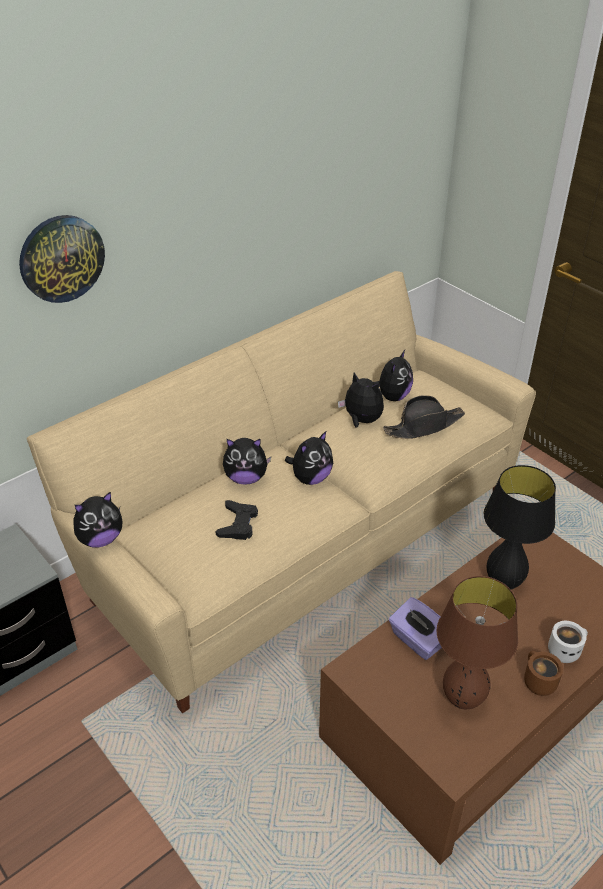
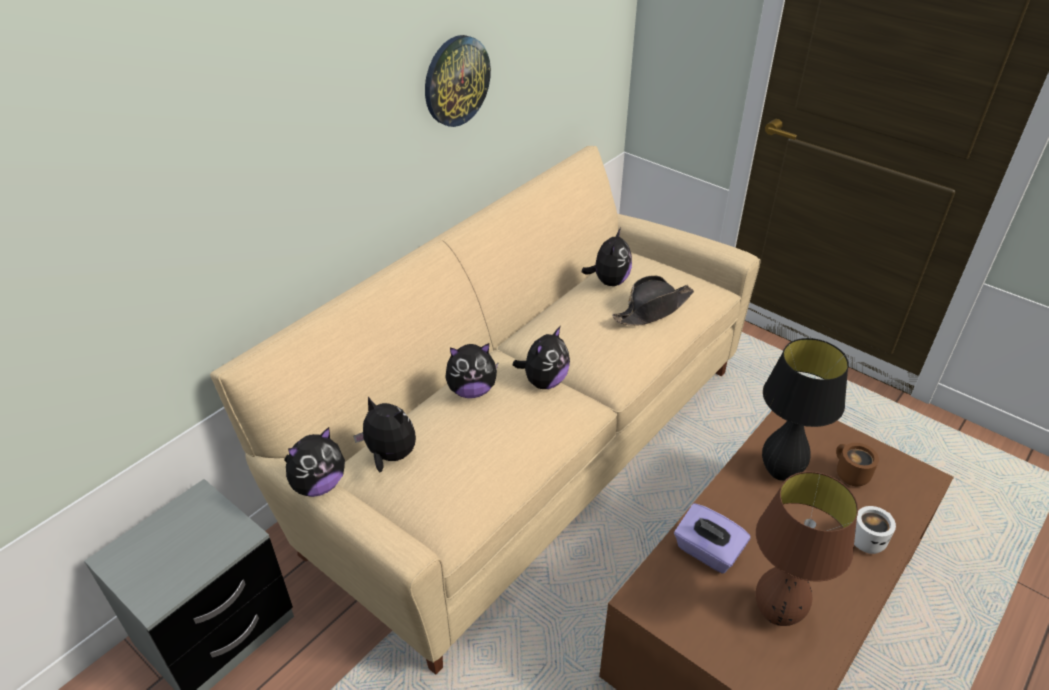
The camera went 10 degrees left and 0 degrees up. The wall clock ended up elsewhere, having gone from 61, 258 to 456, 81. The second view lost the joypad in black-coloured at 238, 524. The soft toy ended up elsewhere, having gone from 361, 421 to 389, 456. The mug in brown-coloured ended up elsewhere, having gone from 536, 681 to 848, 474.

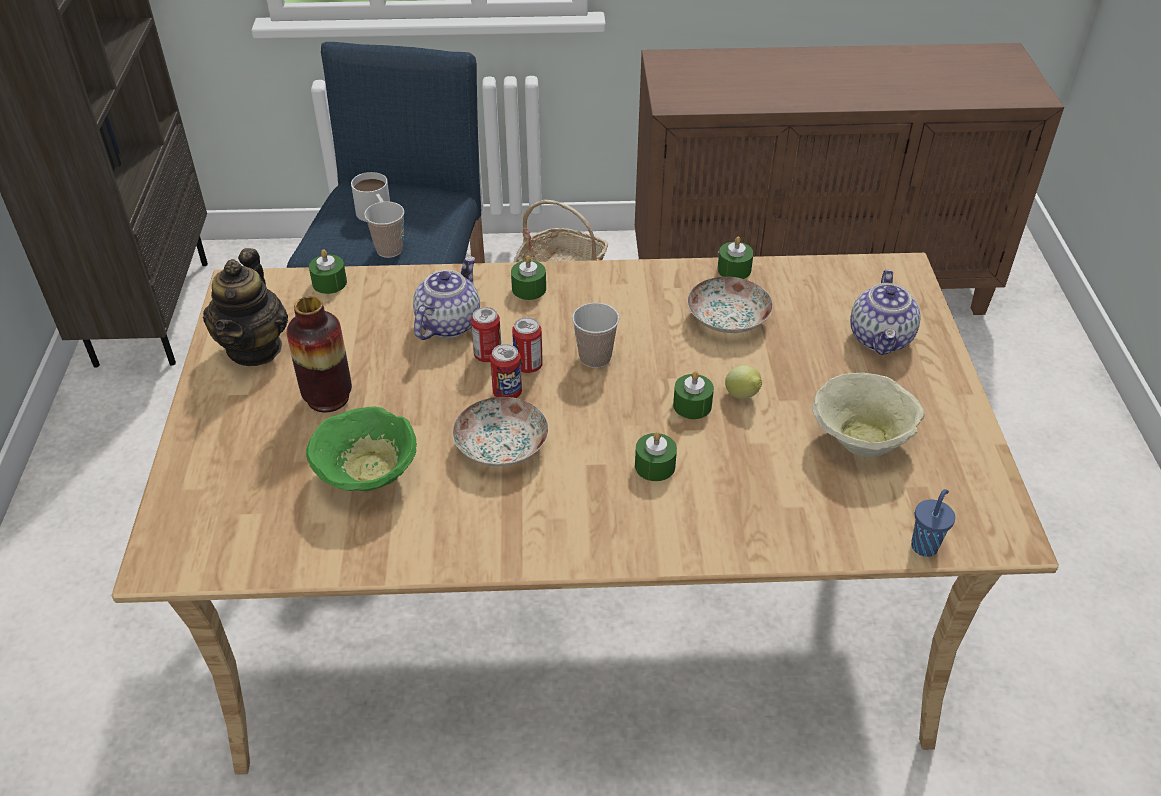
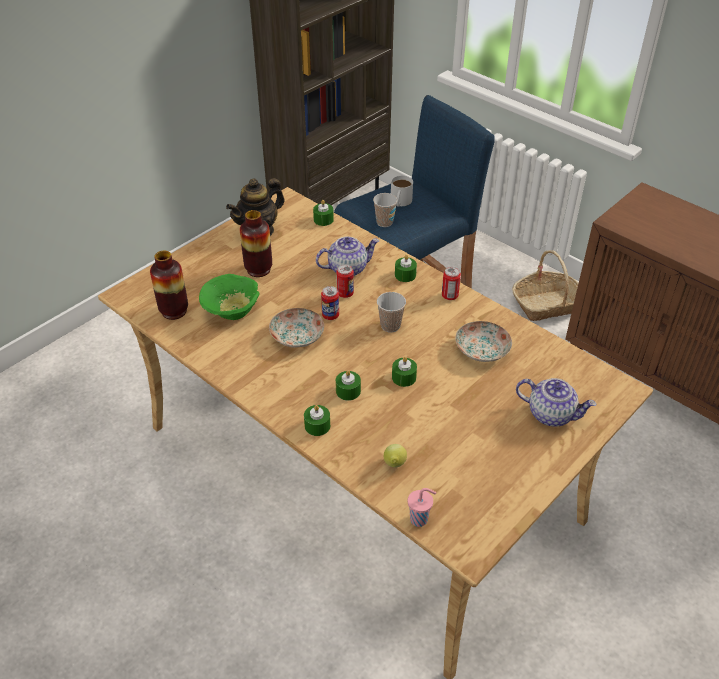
The camera went 45 degrees right and 0 degrees up. The metal can ended up elsewhere, having gone from 528, 366 to 449, 296. The wax light in green ended up elsewhere, having gone from 734, 269 to 317, 426. The citrus fruit ended up elsewhere, having gone from 743, 396 to 394, 465. The second view lost the deep dish in beige at 862, 438. The tea pot at 881, 338 ended up facing another way, 120 degrees counterclockwise from before. What was the small cup in blue at 925, 545 turned into the small cup in pink at 420, 519. The second view gained the flower vase at 174, 311.

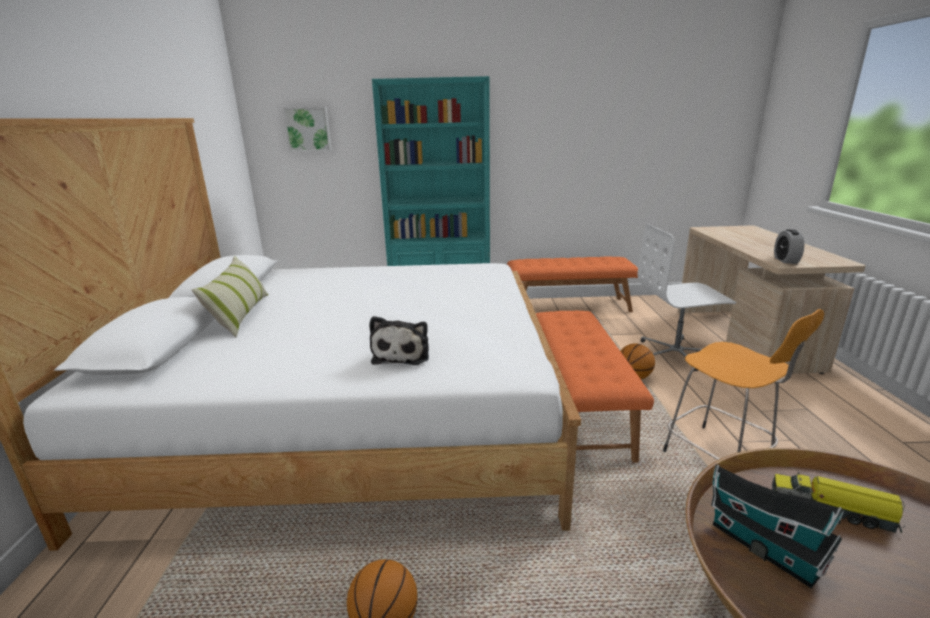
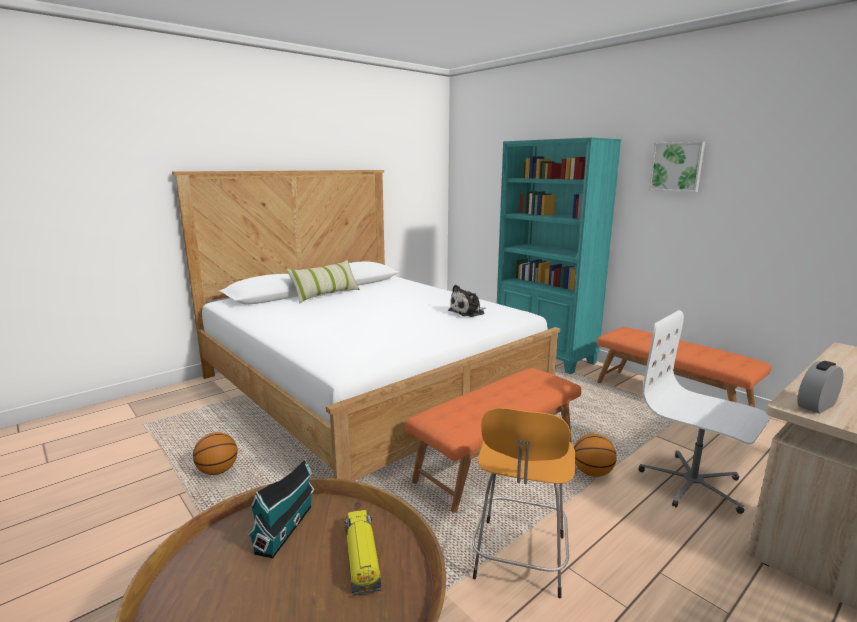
The camera went 50 degrees right and 5 degrees down. The picture ended up elsewhere, having gone from 308, 129 to 676, 167. The soft toy ended up elsewhere, having gone from 402, 354 to 468, 312.

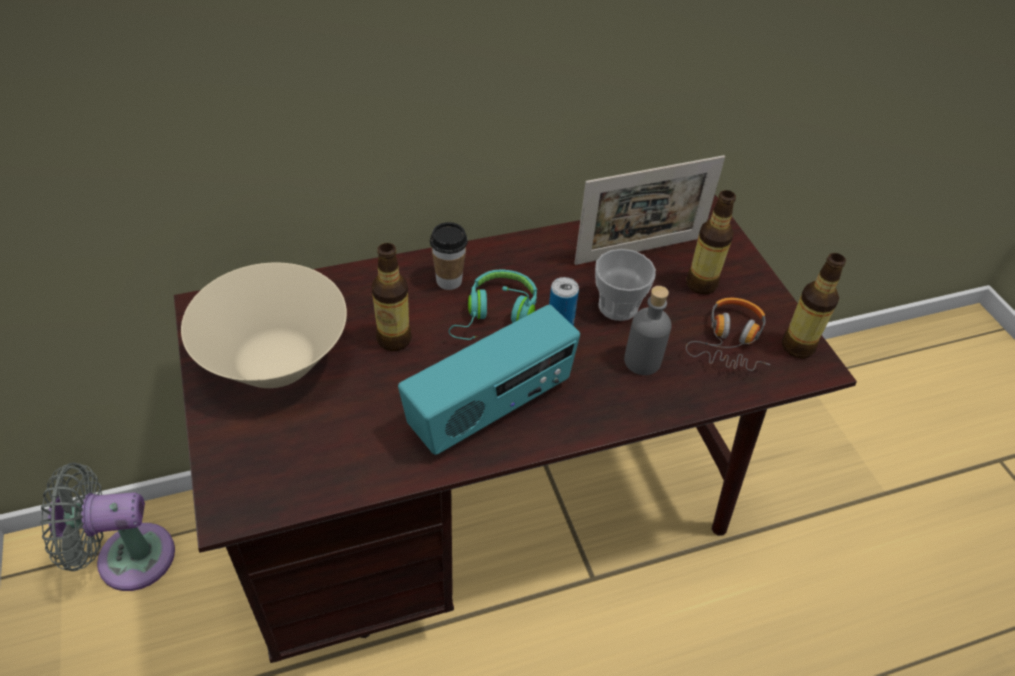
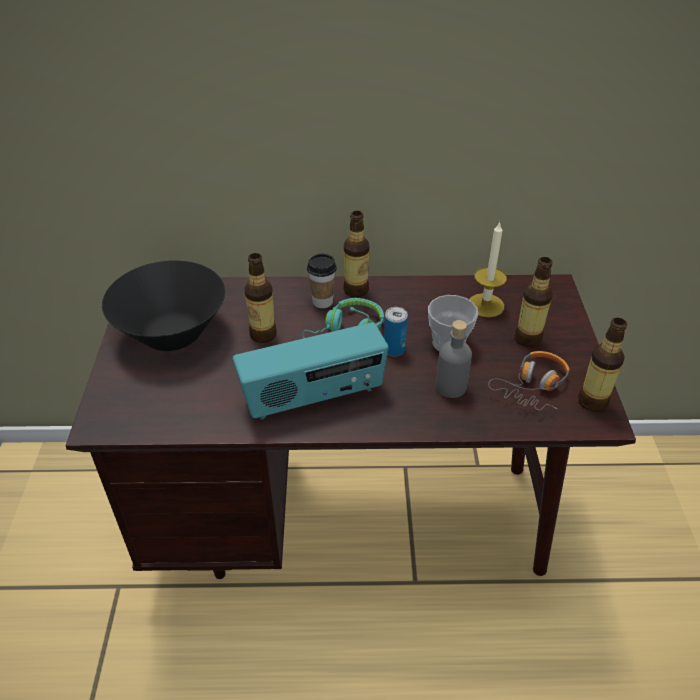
The camera went 20 degrees right and 5 degrees down. The second view lost the electric fan in greyish at 127, 557. What was the deep dish in beige at 275, 361 turned into the deep dish in black-coloured at 172, 333. Where the picture frame stood at 639, 250, the wax light came to stand at 485, 305. The second view gained the drink bottle at 356, 290.

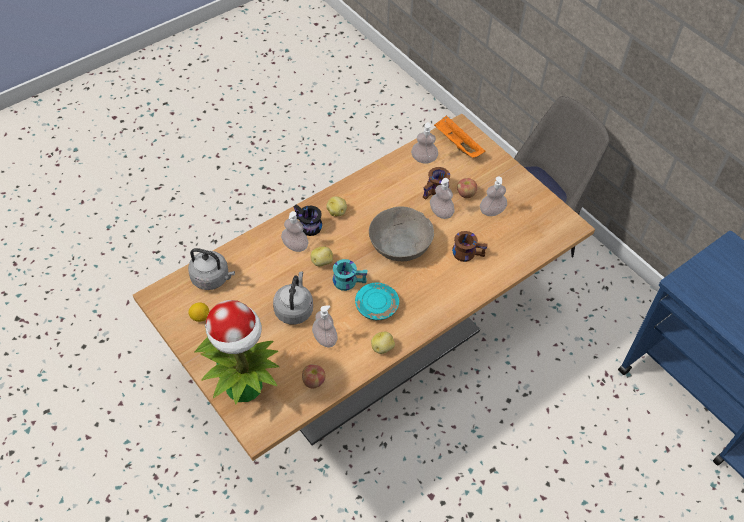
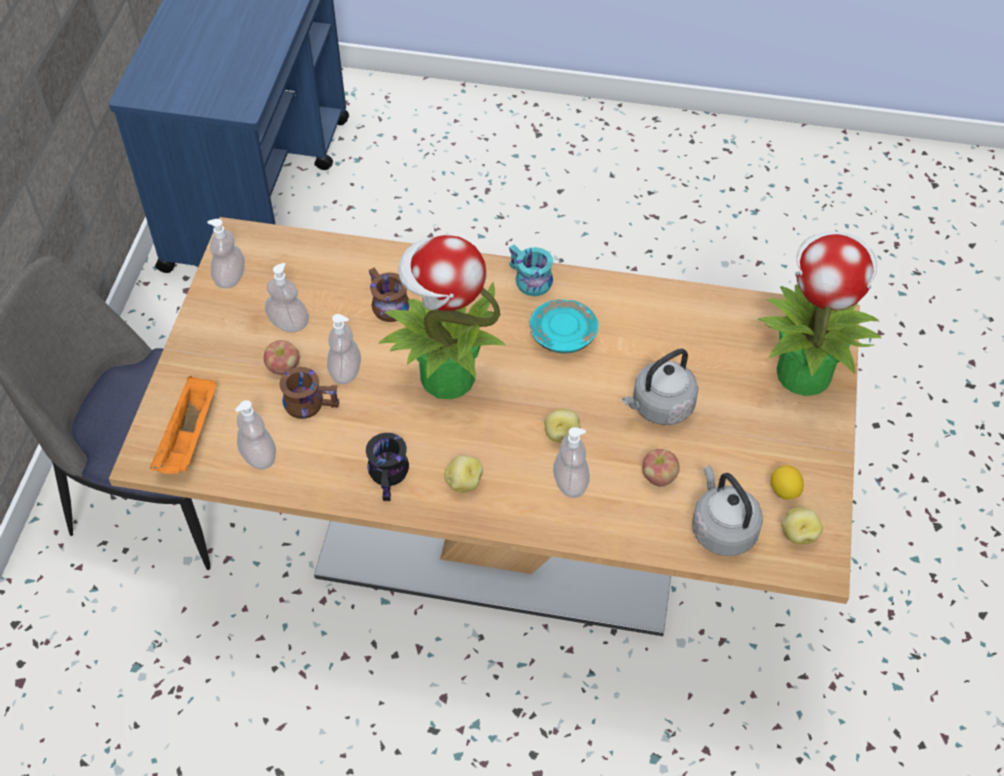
The camera went 130 degrees left and 0 degrees up. The mug in black-coloured ended up elsewhere, having gone from 306, 226 to 391, 475. The apple fruit ended up elsewhere, having gone from 313, 381 to 659, 477. The soap dispenser ended up elsewhere, having gone from 325, 339 to 230, 277. The mug in turquoise ended up elsewhere, having gone from 348, 280 to 527, 281. Where the deep dish in greyish stood at 399, 244, the houseplant came to stand at 445, 377. The potato ended up elsewhere, having gone from 382, 348 to 798, 533.

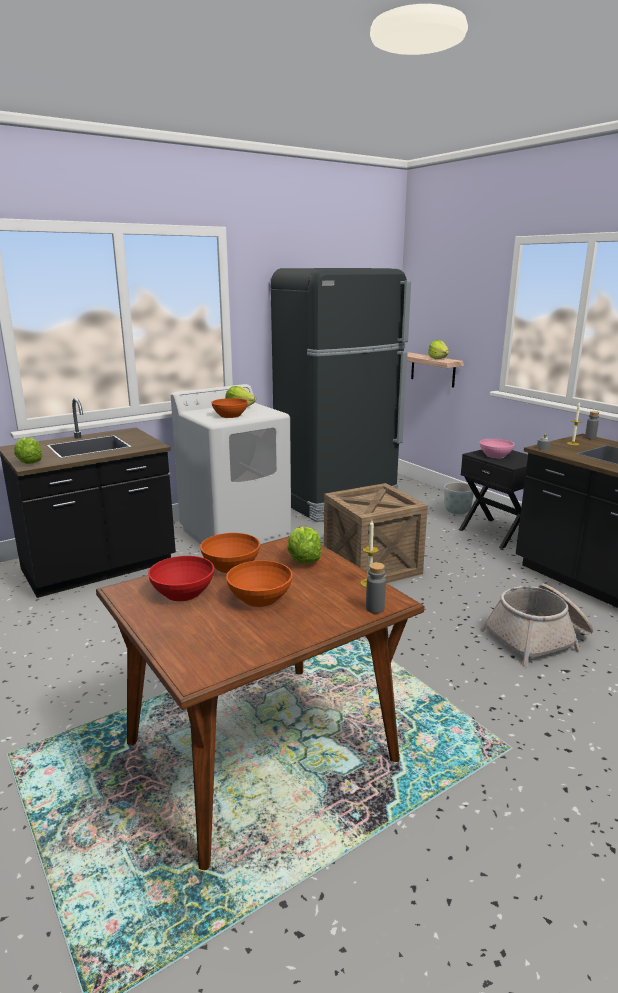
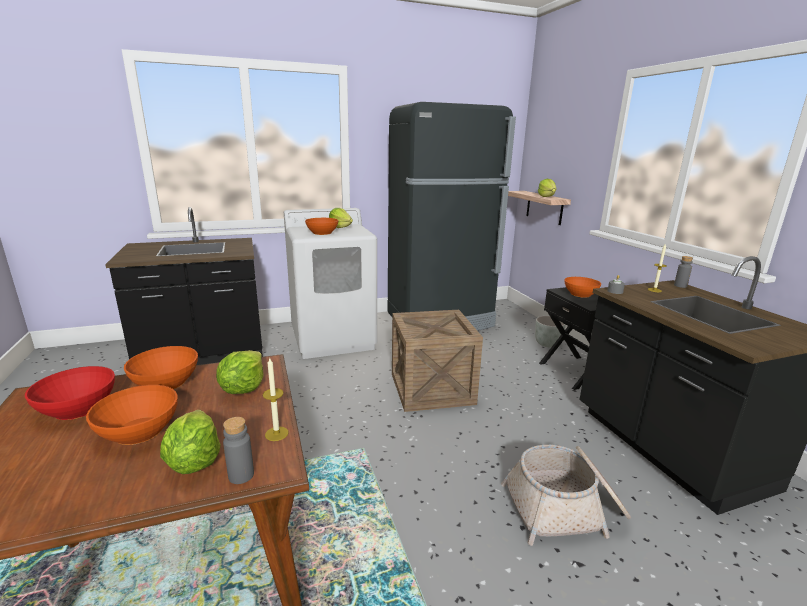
The camera went 15 degrees right and 0 degrees up. The lettuce head ended up elsewhere, having gone from 29, 463 to 194, 461. What was the deep dish in pink at 495, 455 turned into the deep dish in orange-coloured at 580, 294.

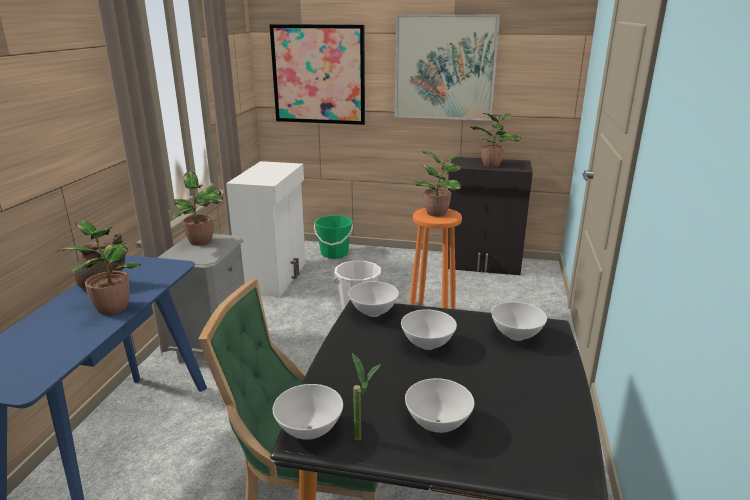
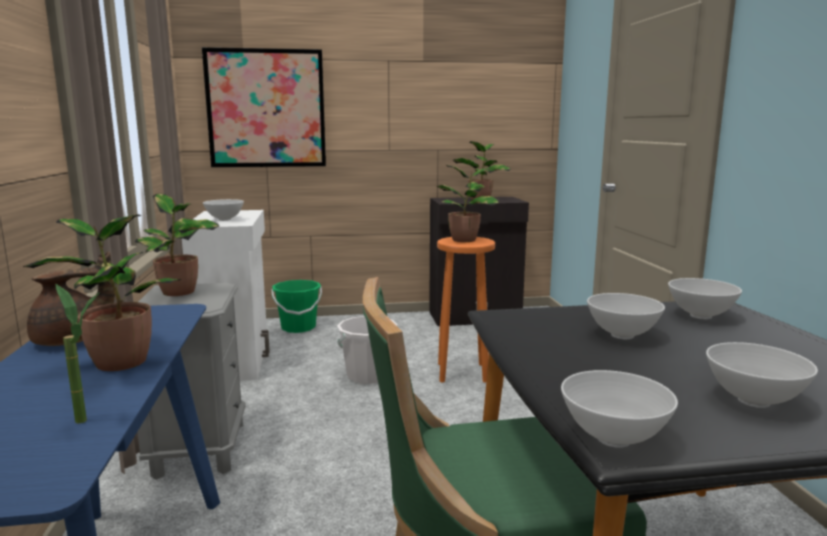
The camera went 20 degrees left and 10 degrees down. The deep dish in white ended up elsewhere, having gone from 373, 313 to 224, 220. The houseplant ended up elsewhere, having gone from 364, 440 to 90, 421. The second view lost the picture at 445, 68.

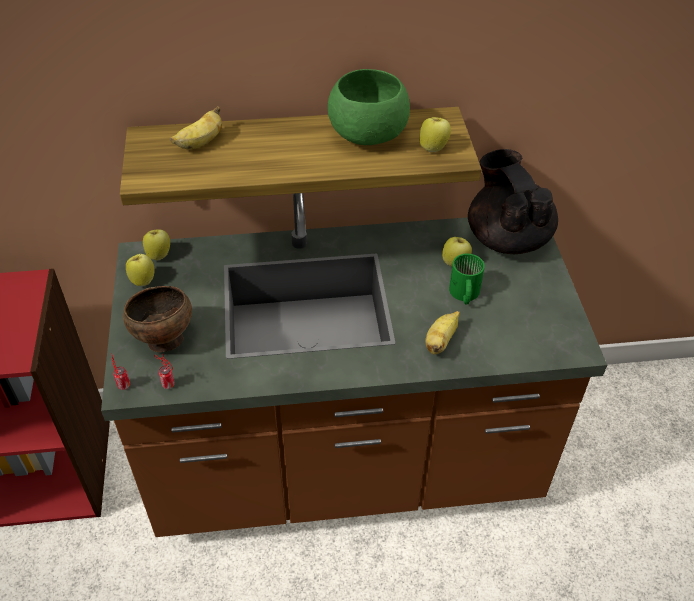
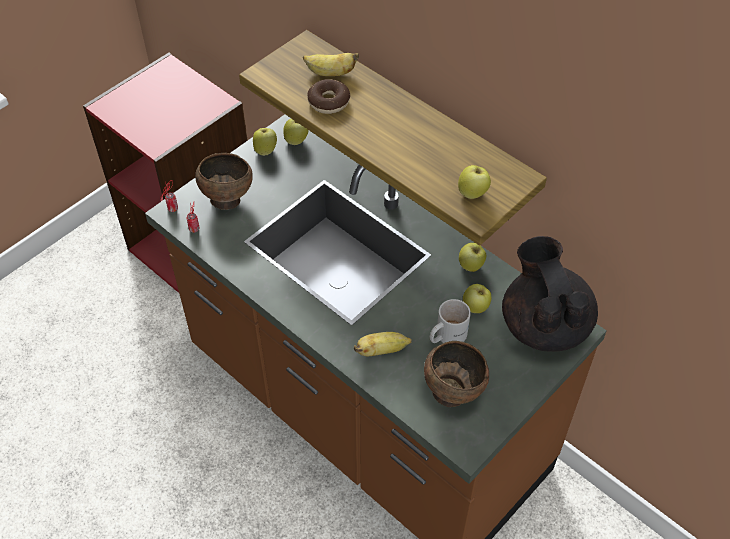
The camera went 50 degrees right and 5 degrees up. The second view lost the deep dish in green at 369, 134. What was the mug in green at 463, 294 turned into the mug in white at 446, 335. The tea pot in black-coloured at 507, 237 ended up facing another way, 45 degrees counterclockwise from before. The second view gained the doughnut at 329, 102. The second view gained the deep dish in brown-coloured at 452, 391. The second view gained the apple fruit at 471, 267.

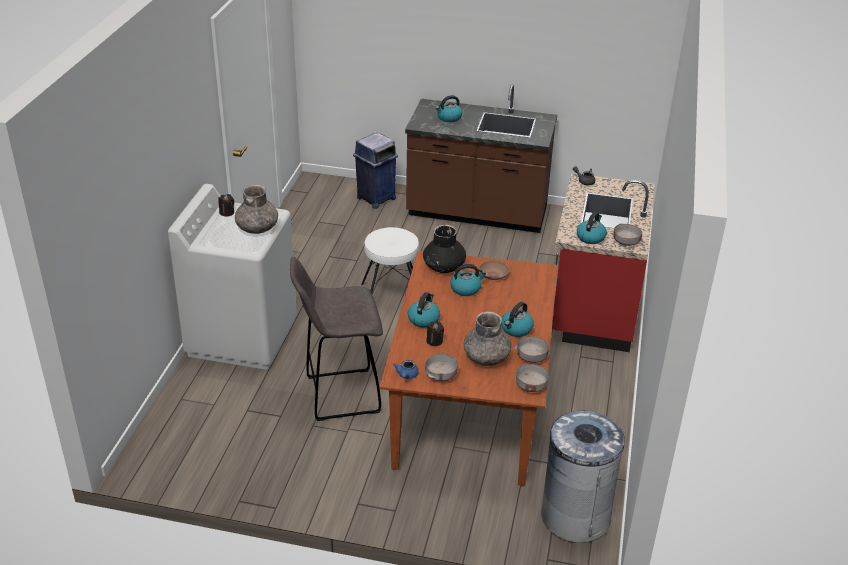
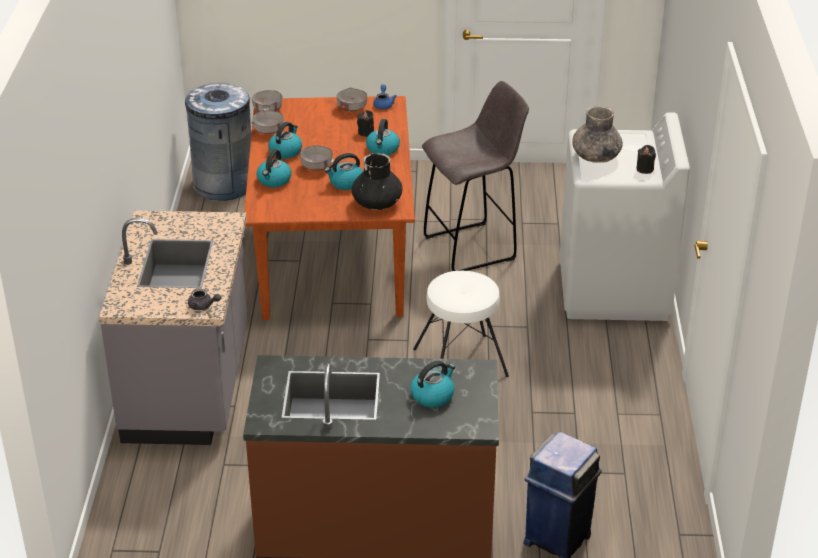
The camera went 170 degrees right and 0 degrees up. The second view lost the flower vase in greyish at 486, 357. The second view lost the deep dish in brown-coloured at 493, 274. What was the counter in red at 593, 307 turned into the counter in greyish at 190, 386. The water kettle ended up elsewhere, having gone from 590, 237 to 274, 180. The deep dish in greyish ended up elsewhere, having gone from 626, 242 to 316, 166.

